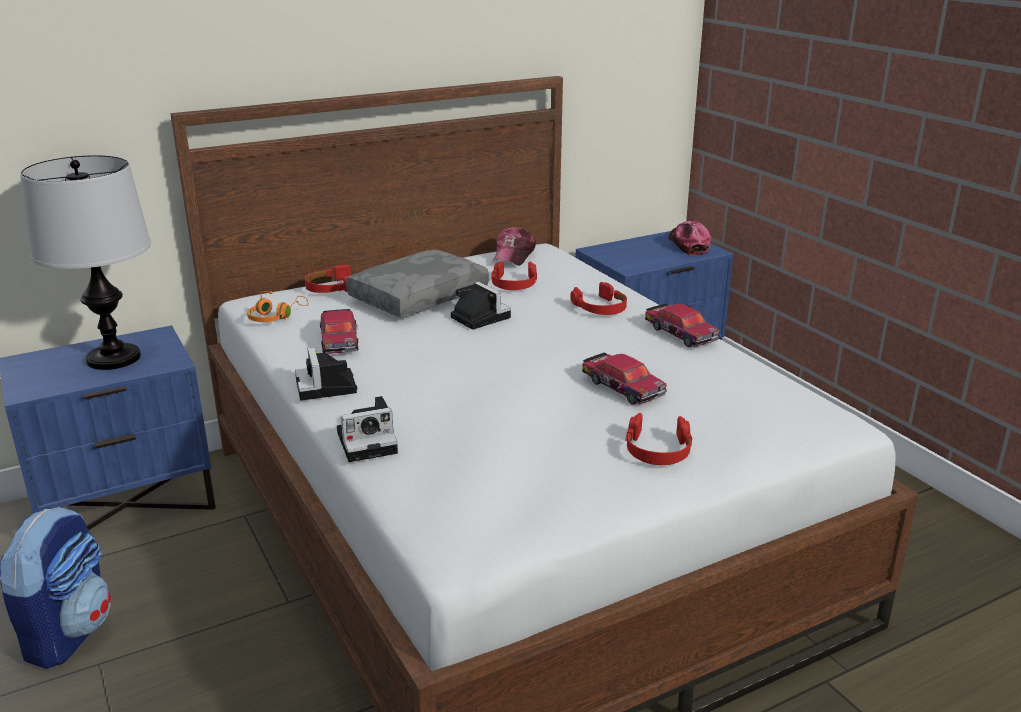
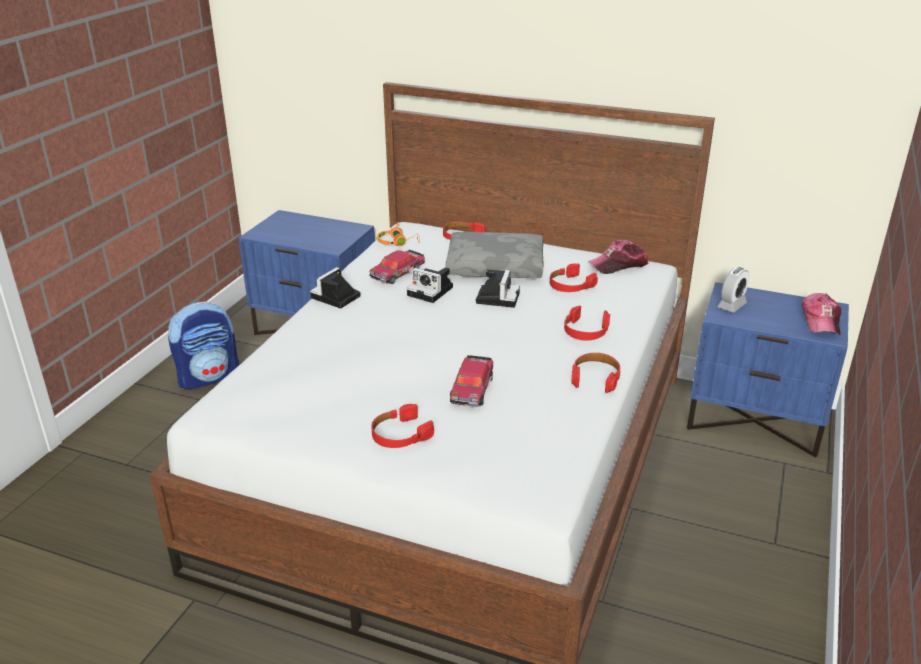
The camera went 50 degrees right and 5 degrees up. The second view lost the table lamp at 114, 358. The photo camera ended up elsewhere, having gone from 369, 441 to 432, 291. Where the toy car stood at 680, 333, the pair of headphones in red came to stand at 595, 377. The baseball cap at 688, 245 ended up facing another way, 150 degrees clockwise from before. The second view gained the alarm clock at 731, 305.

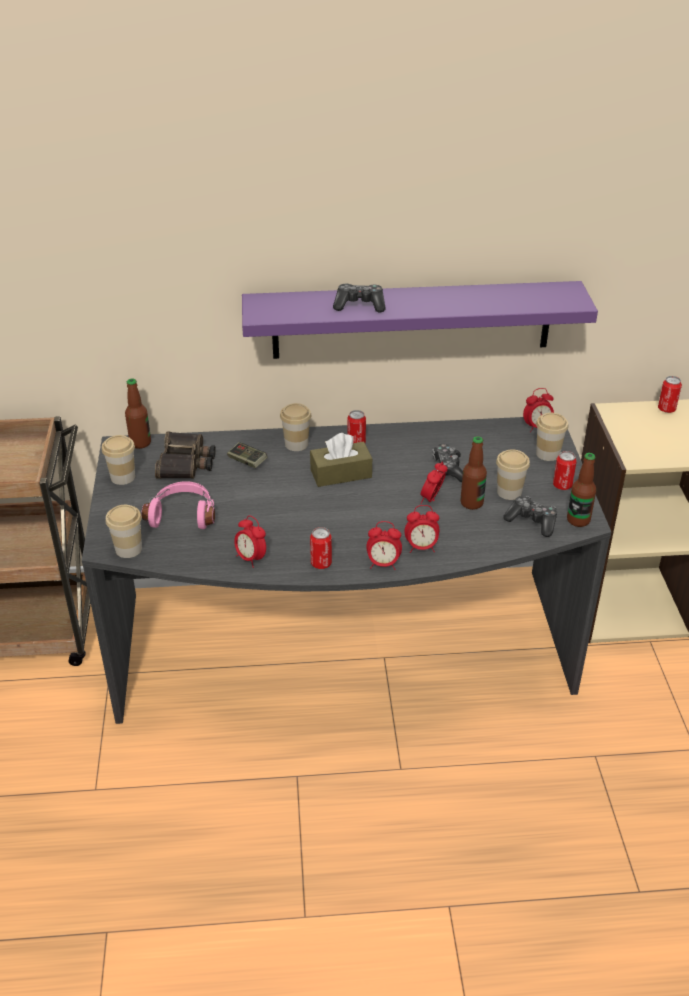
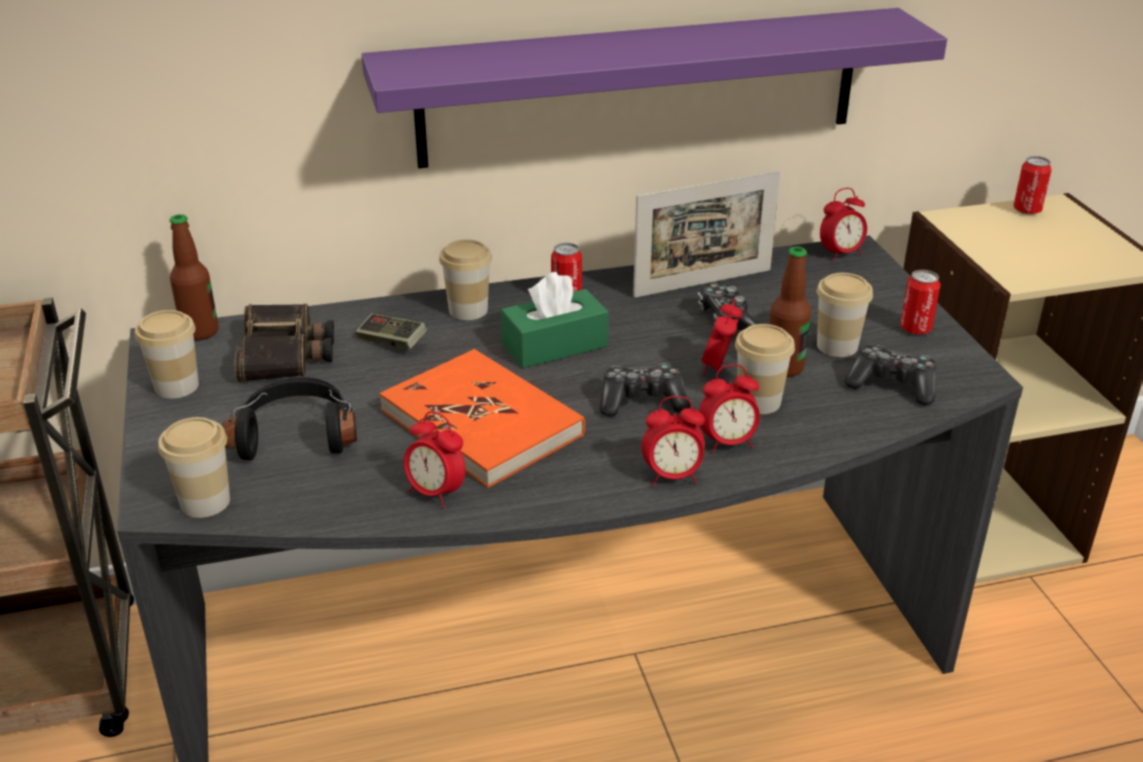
The camera went 10 degrees left and 5 degrees down. What was the pair of headphones in pink at 183, 514 turned into the pair of headphones in black-coloured at 296, 434. What was the box of tissues in brown-coloured at 341, 473 turned into the box of tissues in green at 555, 345. The second view lost the metal can at 321, 563. The joypad ended up elsewhere, having gone from 359, 305 to 642, 401. The small cup ended up elsewhere, having gone from 547, 454 to 759, 401. The second view lost the drink bottle at 578, 520. The second view gained the volume in orange-coloured at 482, 422. The second view gained the picture frame at 703, 283.

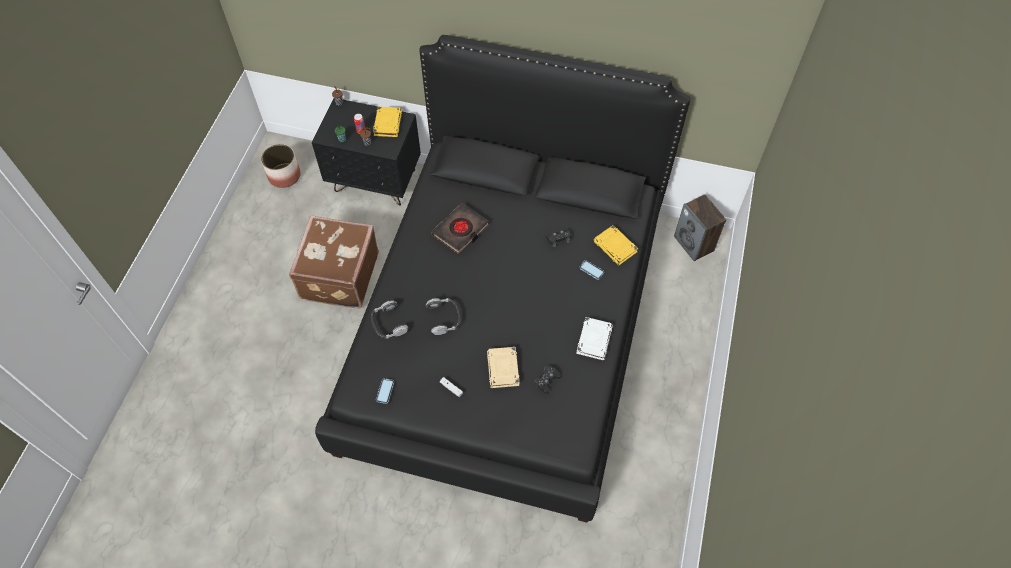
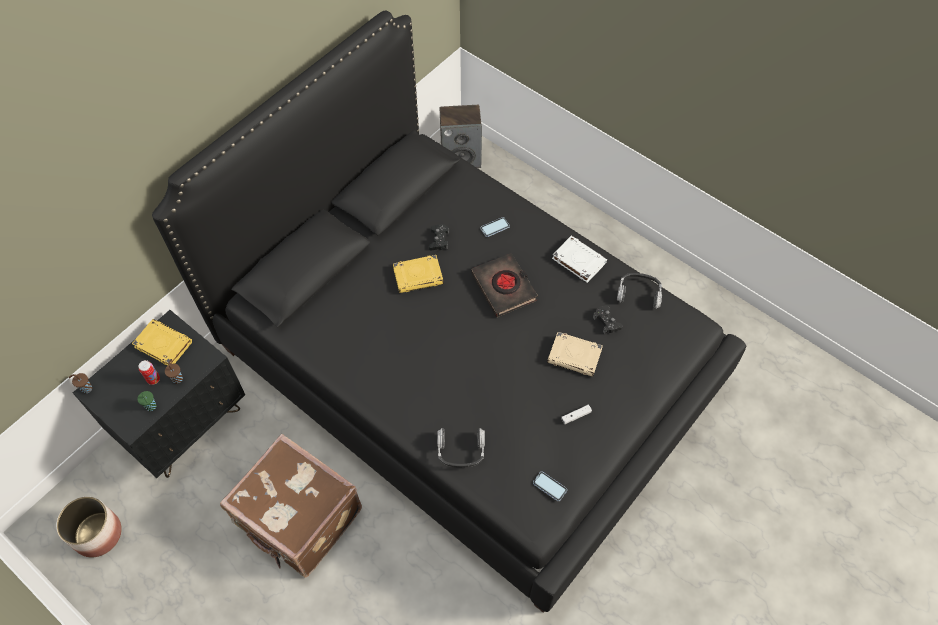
The camera went 65 degrees left and 0 degrees up. The pair of headphones ended up elsewhere, having gone from 444, 318 to 639, 293. The volume in black-coloured ended up elsewhere, having gone from 461, 231 to 504, 287. The volume in yellow-coloured ended up elsewhere, having gone from 615, 247 to 418, 276.

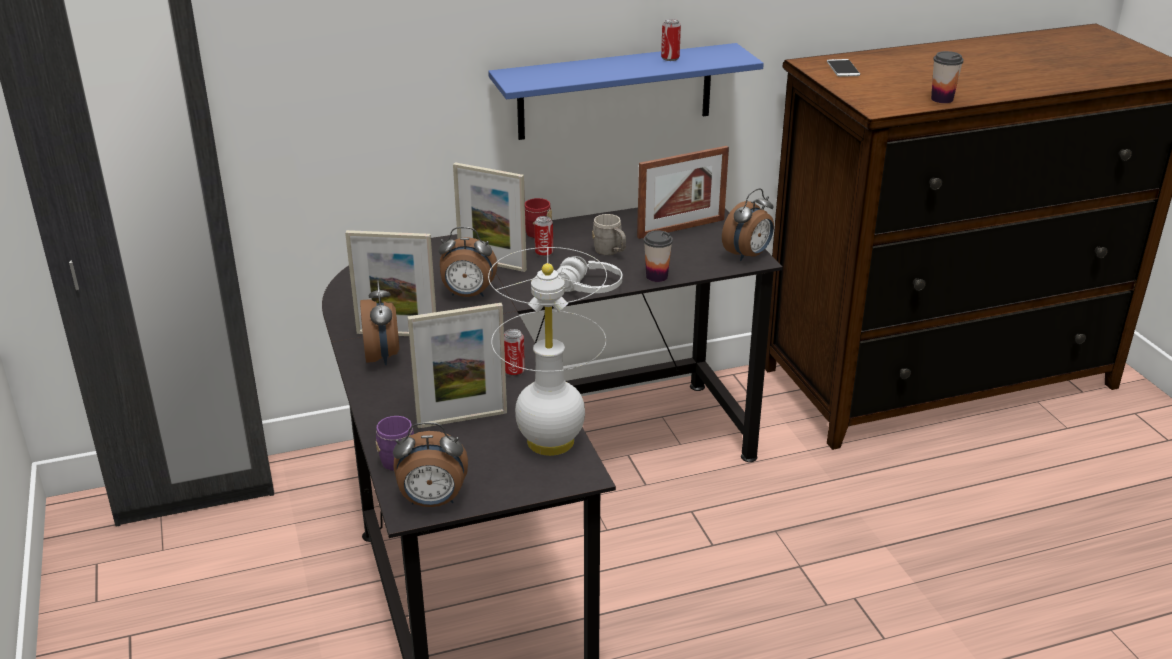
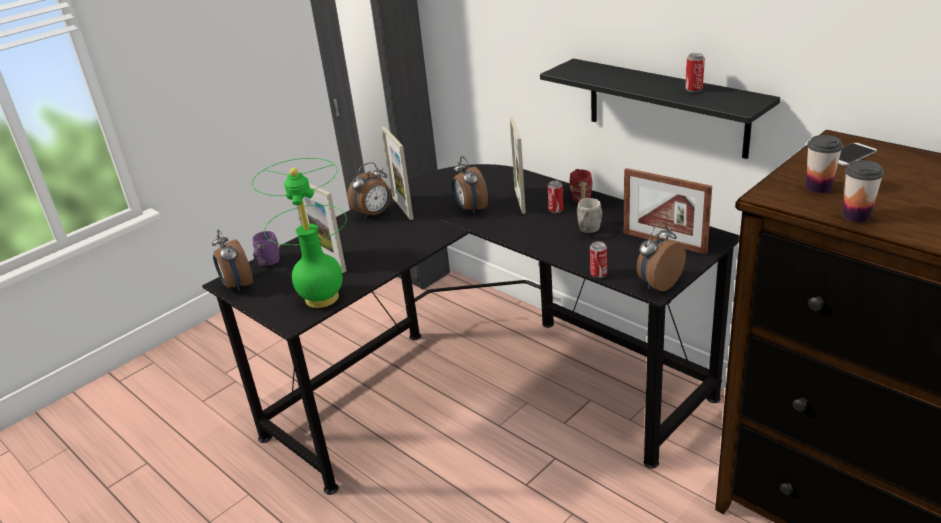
The camera went 65 degrees right and 0 degrees up. What was the shelf in blue at 615, 91 turned into the shelf in black-coloured at 666, 107. What was the table lamp in white at 550, 442 turned into the table lamp in green at 321, 298. The metal can ended up elsewhere, having gone from 514, 371 to 598, 274. The second view lost the pair of headphones in white at 589, 288. The small cup ended up elsewhere, having gone from 656, 276 to 818, 187. The alarm clock at 748, 255 ended up facing another way, 120 degrees clockwise from before.

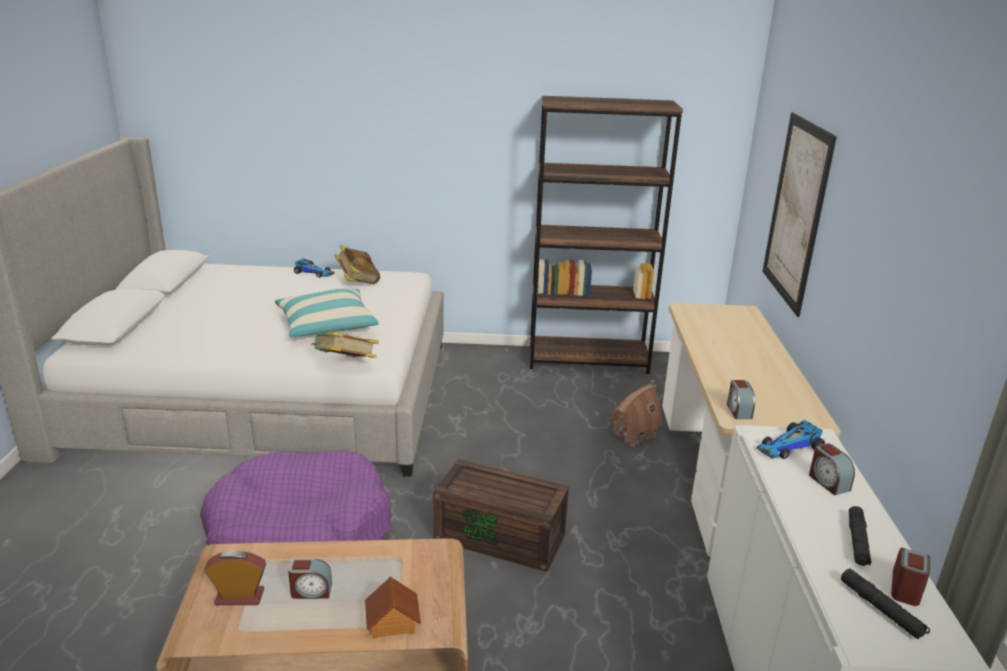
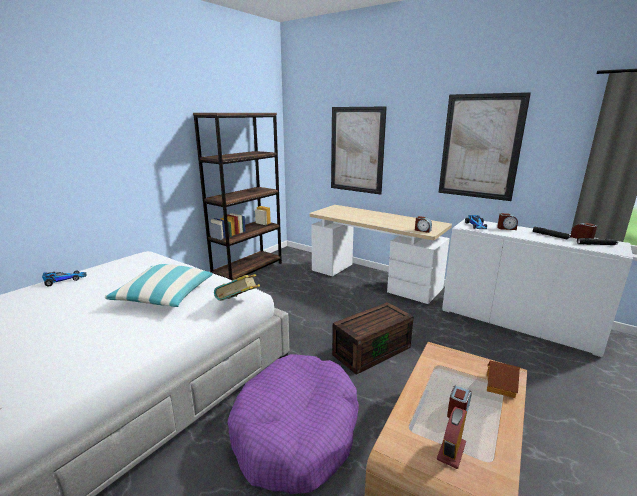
The camera went 55 degrees left and 5 degrees down. The second view lost the volume at 358, 281. The second view lost the miniature house at 633, 434. The second view gained the picture at 480, 147.

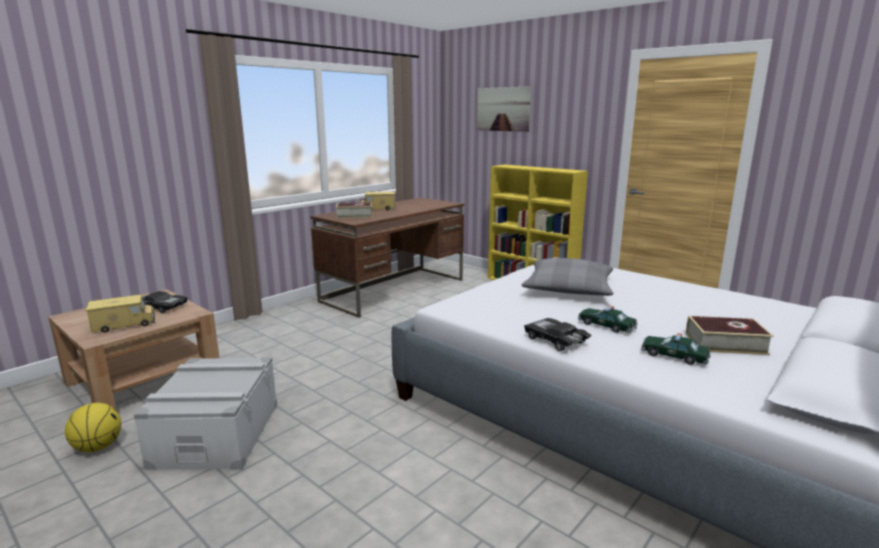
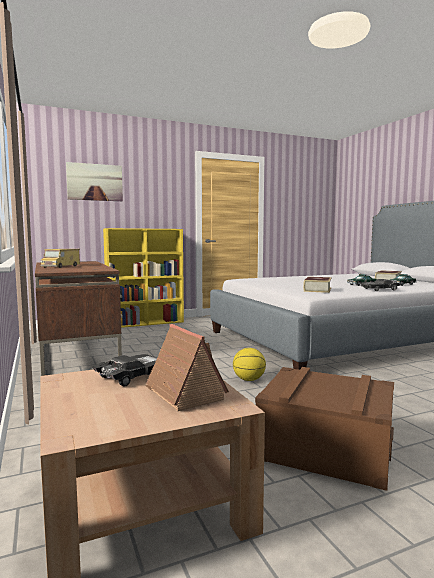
The camera went 65 degrees left and 10 degrees down. The basketball ball ended up elsewhere, having gone from 98, 447 to 248, 380. Where the model truck stood at 124, 324, the miniature house came to stand at 183, 393. What was the storage box in greyish at 217, 434 turned into the storage box in brown-coloured at 325, 449. The volume ended up elsewhere, having gone from 354, 215 to 317, 289. The second view lost the throw pillow in greyish at 568, 289.

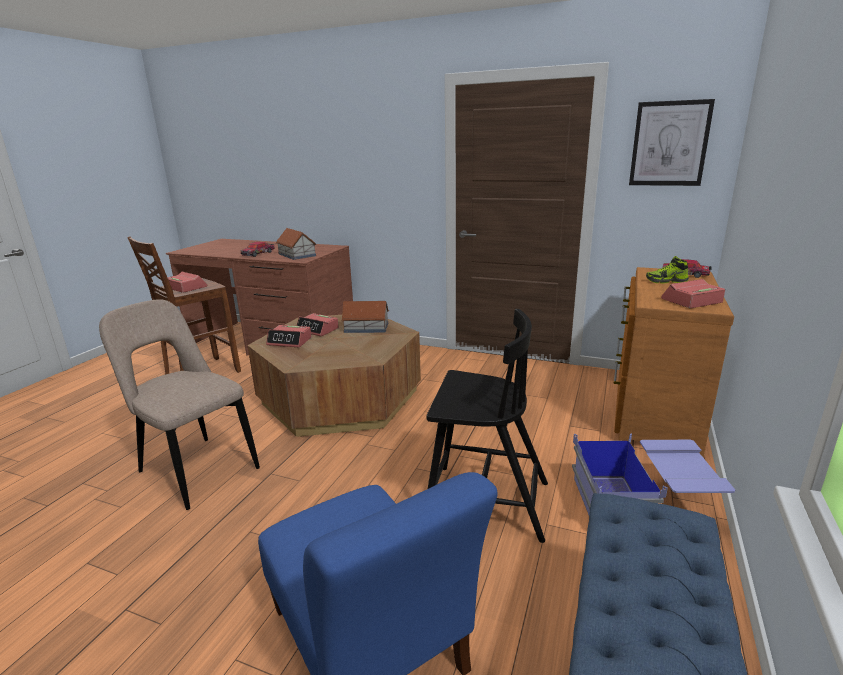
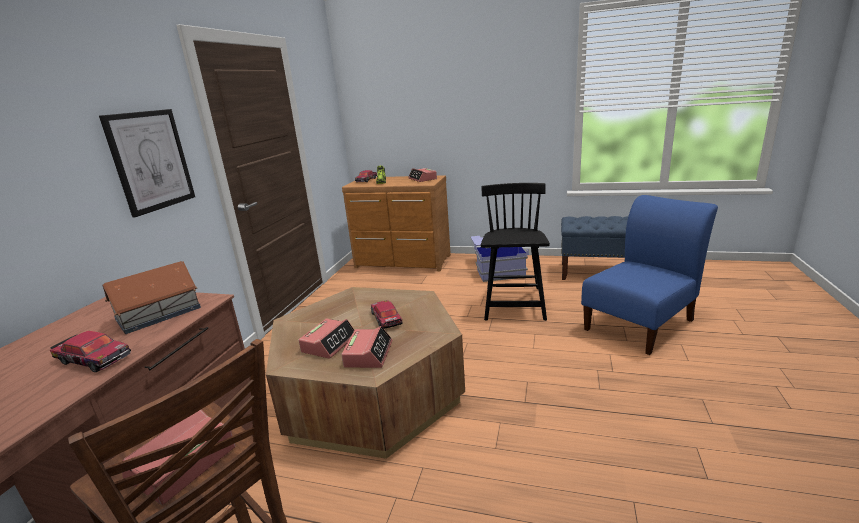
The camera went 95 degrees left and 0 degrees up. The second view lost the plain chair in beige at 195, 468. The second view lost the miniature house at 366, 327. The picture ended up elsewhere, having gone from 669, 144 to 151, 161. The second view gained the toy car at 386, 319.

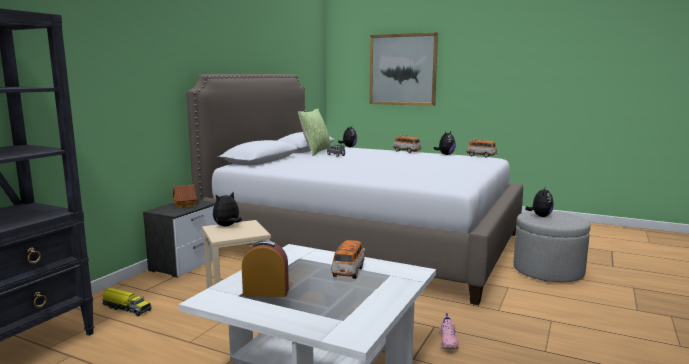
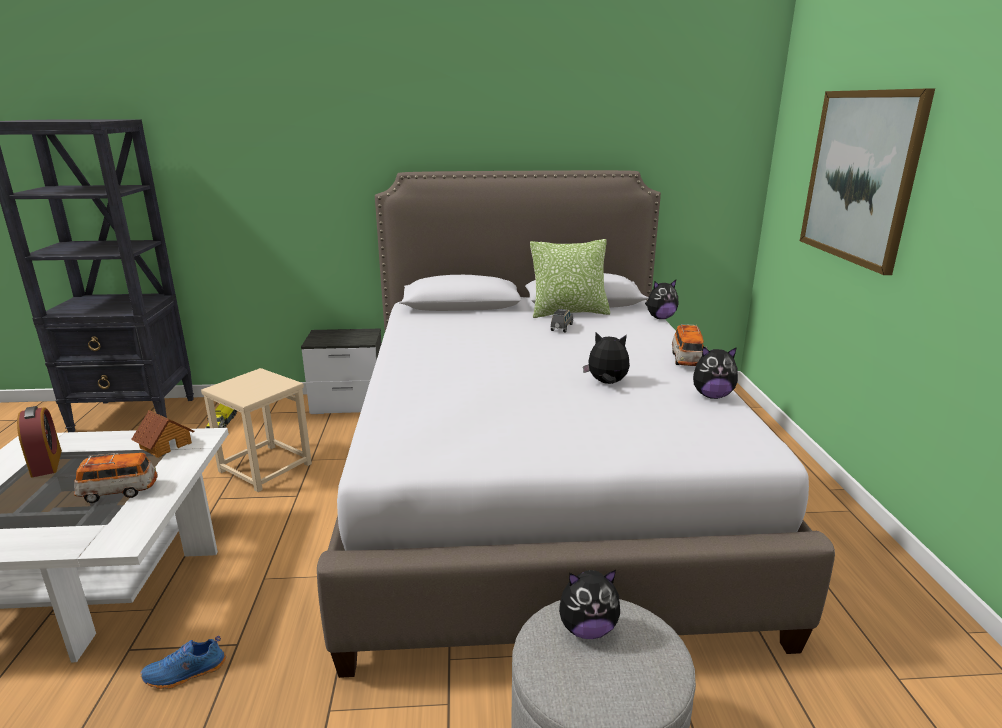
The camera went 60 degrees right and 10 degrees up. The miniature house ended up elsewhere, having gone from 184, 204 to 165, 445. The soft toy ended up elsewhere, having gone from 227, 226 to 606, 383. What was the low shoe in pink at 449, 342 turned into the low shoe in blue at 185, 673. The second view lost the toy car at 481, 156.

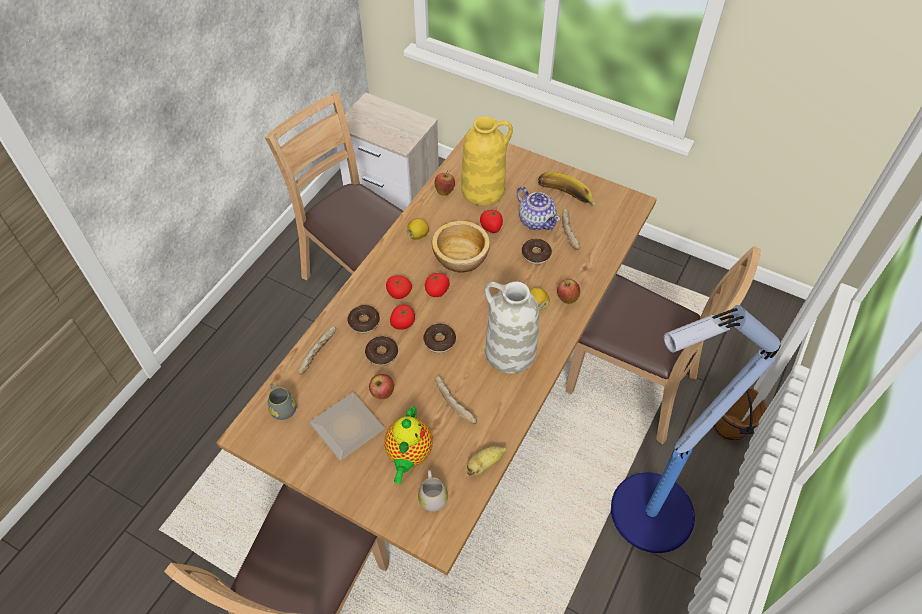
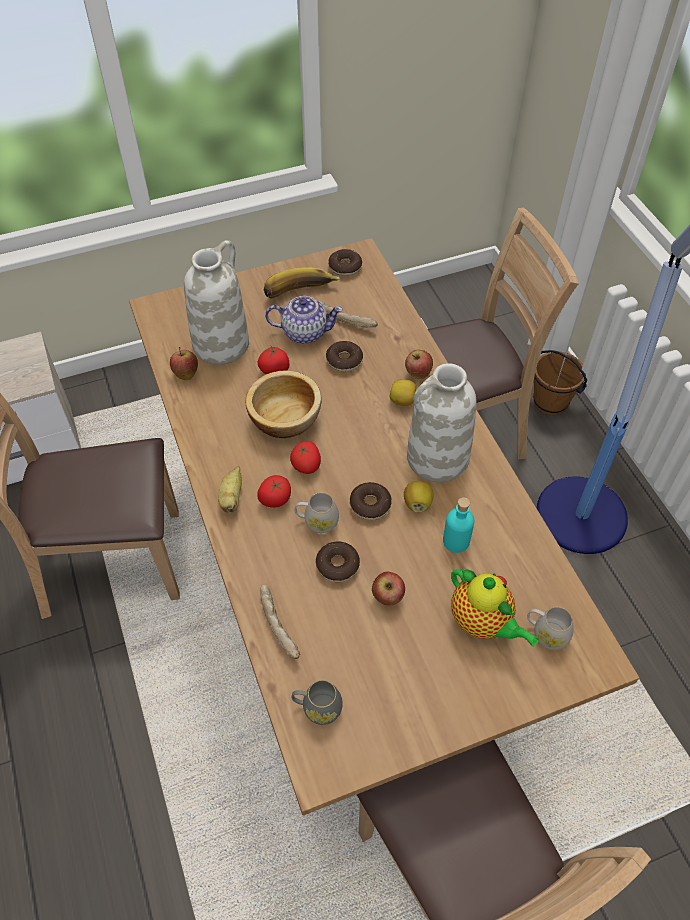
The camera went 50 degrees left and 0 degrees up. The second view lost the flat dish at 347, 425. The doughnut ended up elsewhere, having gone from 364, 322 to 345, 267. Where the whole tomato stood at 403, 323, the mug in white came to stand at 317, 521. The citrus fruit ended up elsewhere, having gone from 418, 235 to 417, 503. Where the baked bread stood at 455, 403, the drink bottle in turquoise came to stand at 456, 541. What was the flower vase in yellow-coloured at 483, 190 turned into the flower vase in white at 221, 343. The whole banana ended up elsewhere, having gone from 485, 464 to 232, 497.

